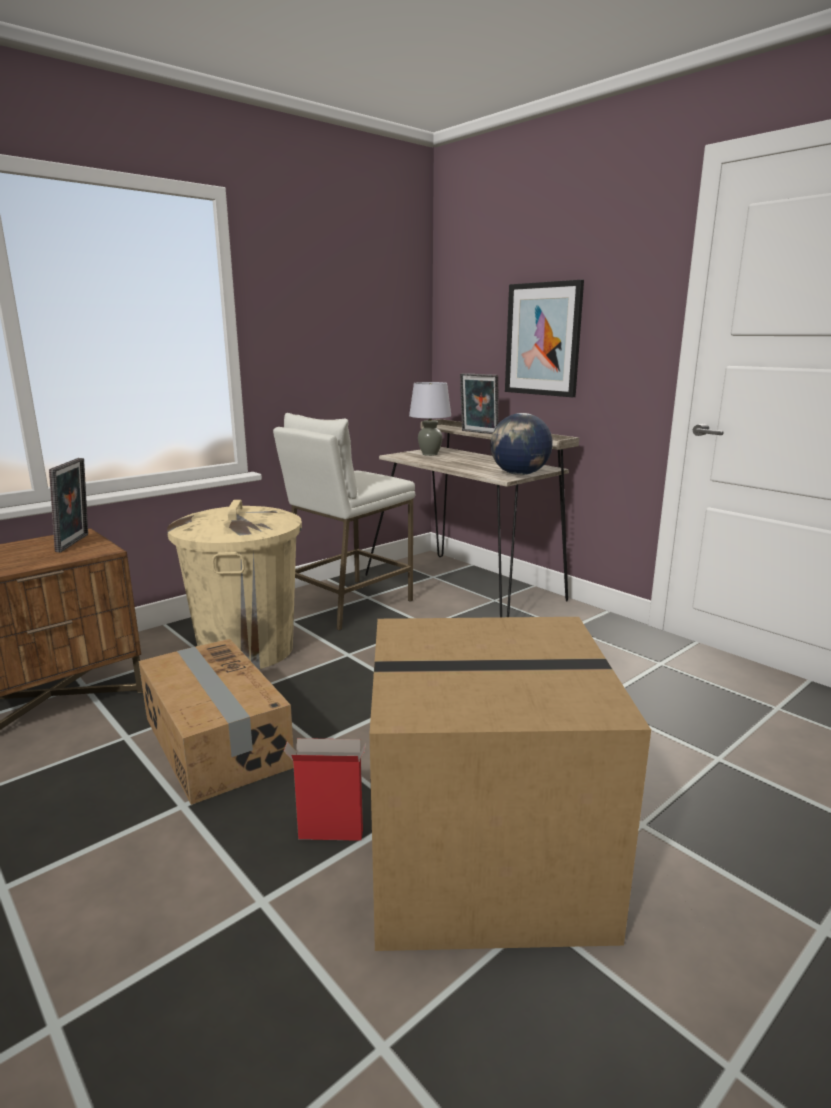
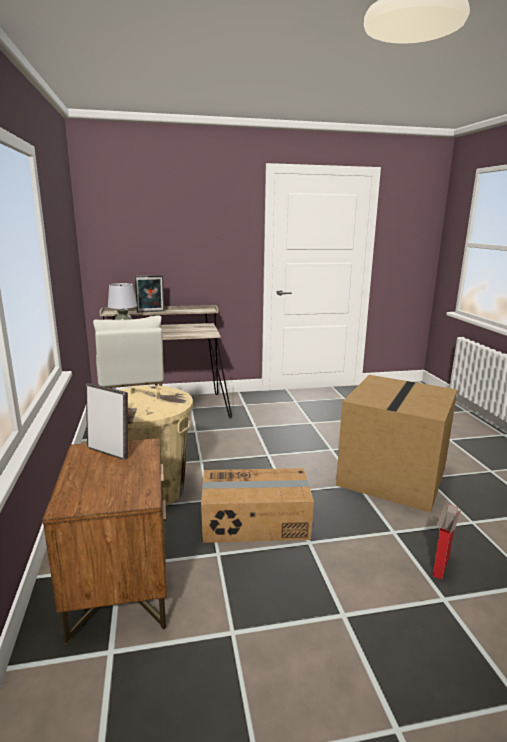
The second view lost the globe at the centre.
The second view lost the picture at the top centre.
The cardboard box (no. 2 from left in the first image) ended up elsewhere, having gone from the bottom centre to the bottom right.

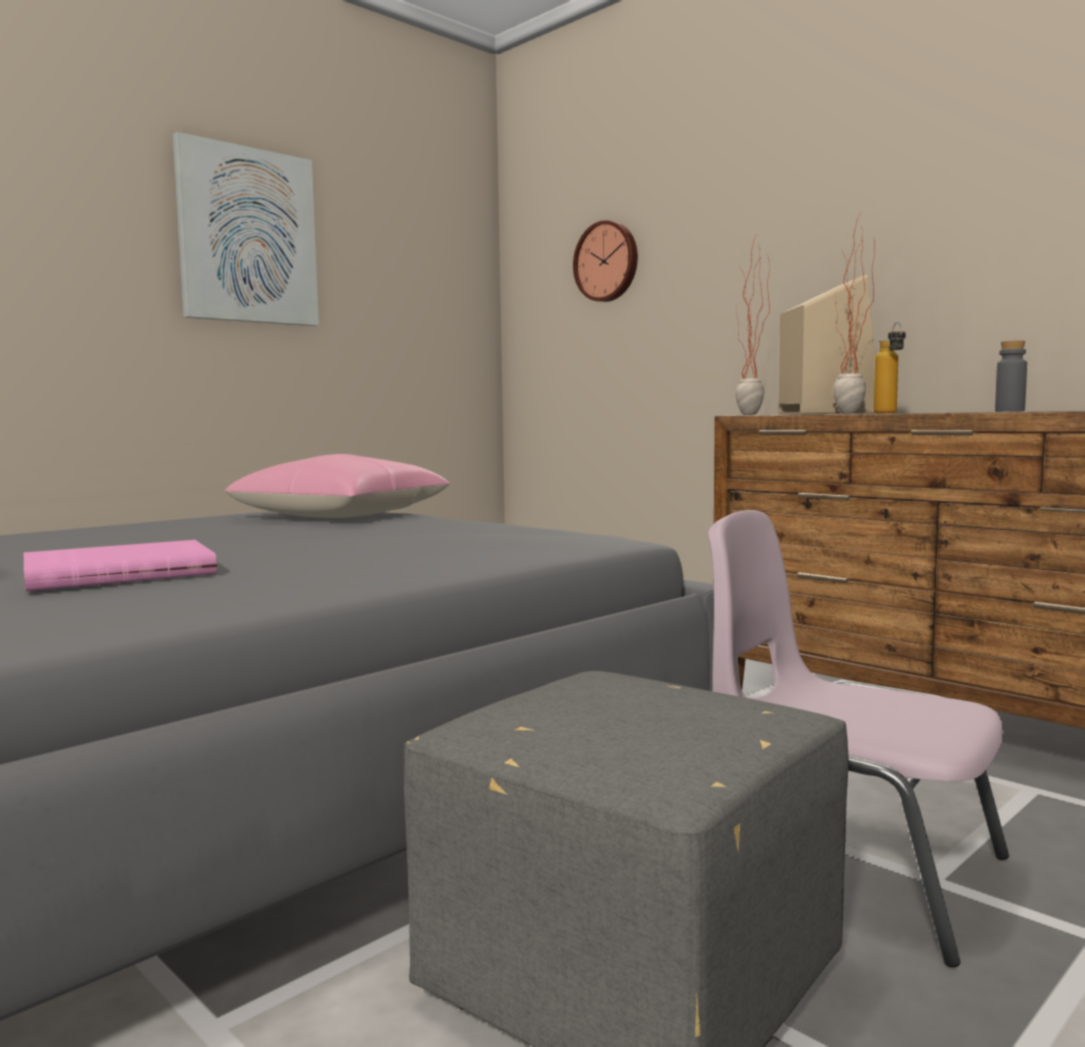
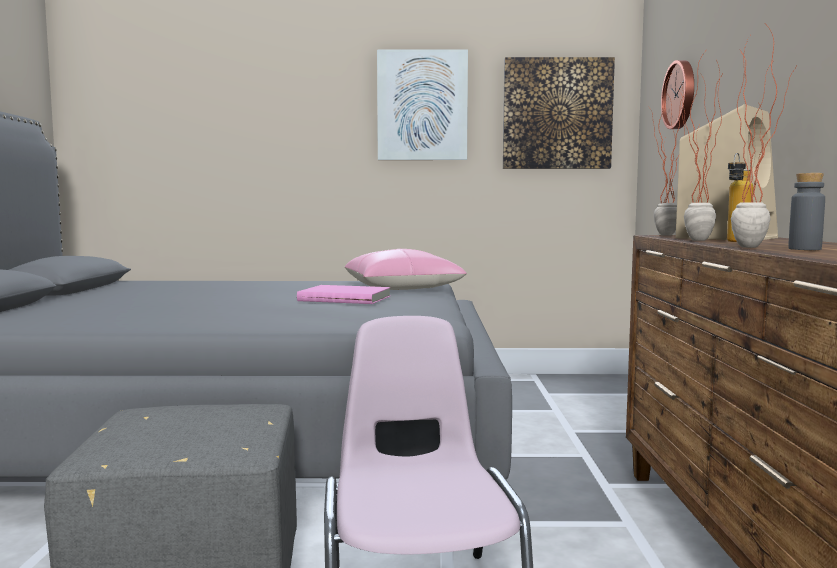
The second view gained the picture (no. 2 from left) at the top right.
The second view gained the potted plant (no. 3 from left) at the top right.
The book (pink) ended up elsewhere, having gone from the middle left to the centre.

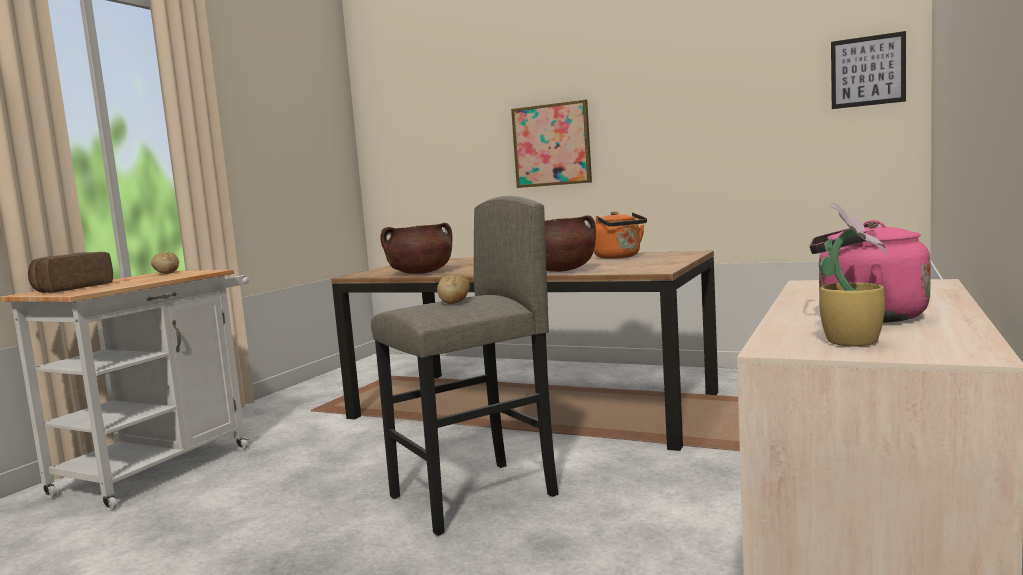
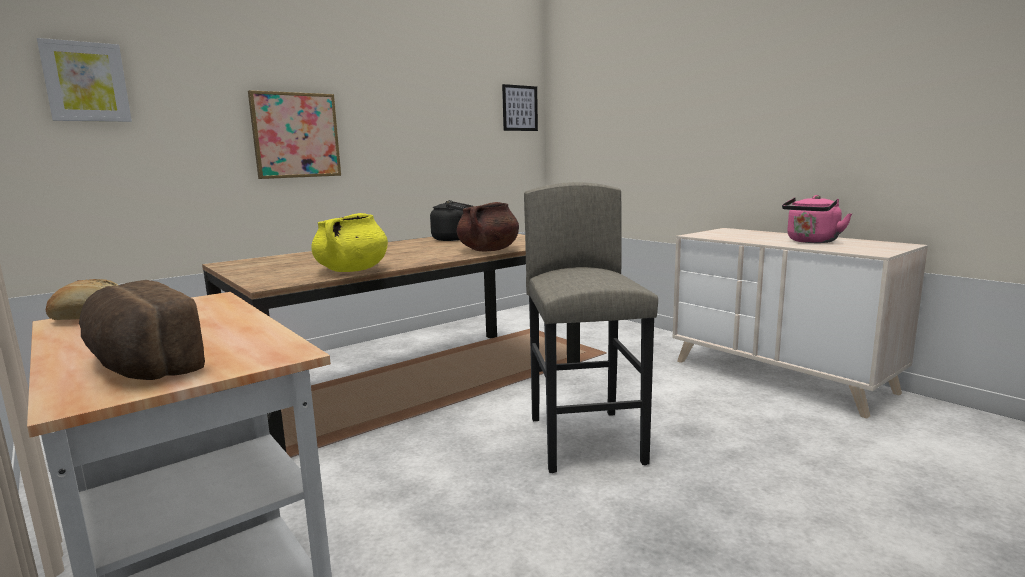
The second view lost the bread (no. 3 from left) at the centre.
The second view lost the potted plant at the middle right.
The second view gained the picture (no. 1 from left) at the top left.
What was the cooking pot (brown) (no. 1 from left) at the centre turned into the cooking pot (yellow) at the centre.
What was the kettle (orange) at the centre turned into the kettle (black) at the centre.

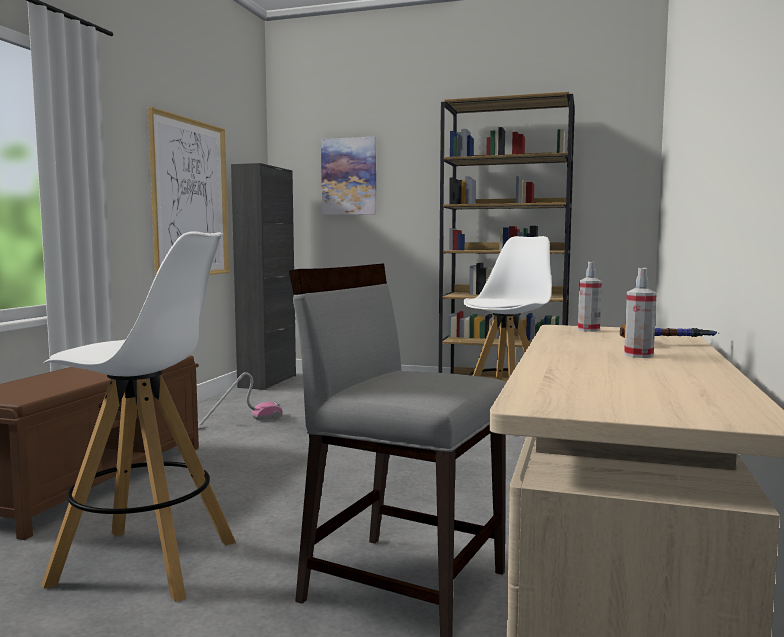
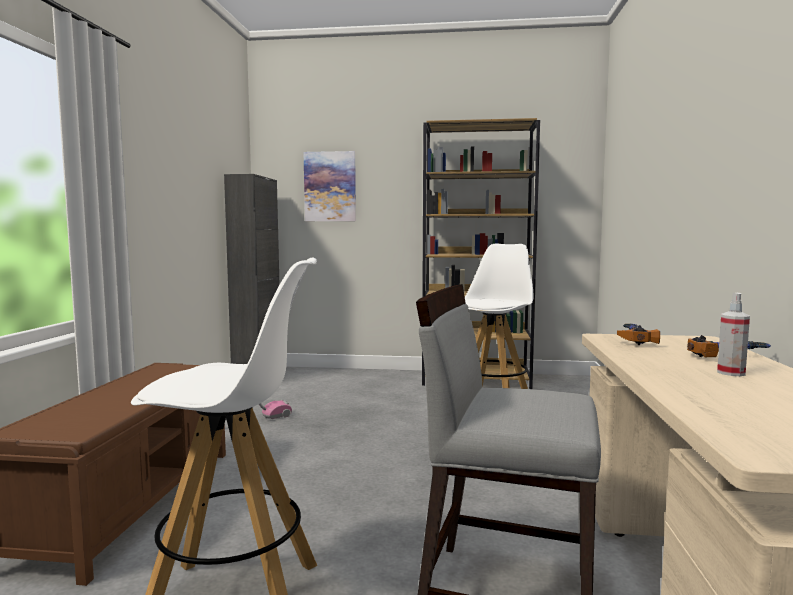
The second view lost the picture (no. 1 from left) at the top left.
Where the spray bottle (no. 1 from left) stood at the middle right, the hammer (no. 1 from left) came to stand at the middle right.

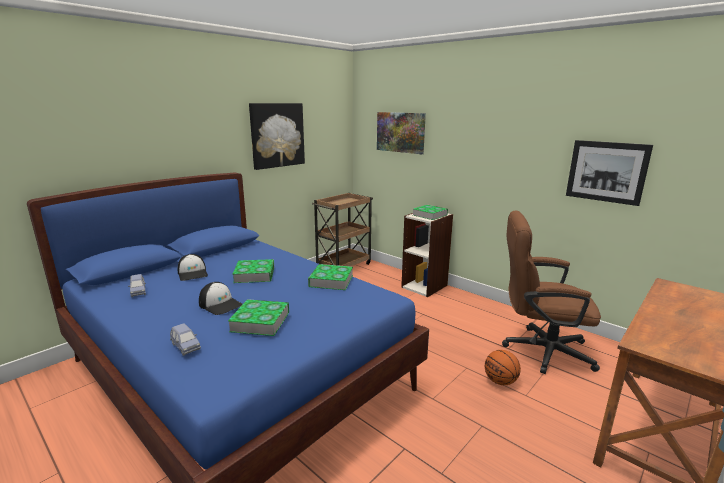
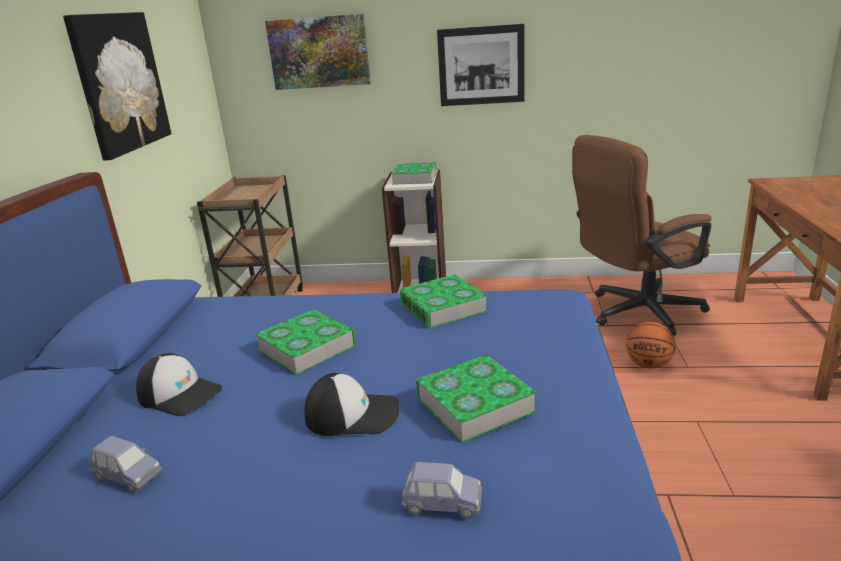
The picture (no. 3 from left) ended up elsewhere, having gone from the middle right to the top centre.

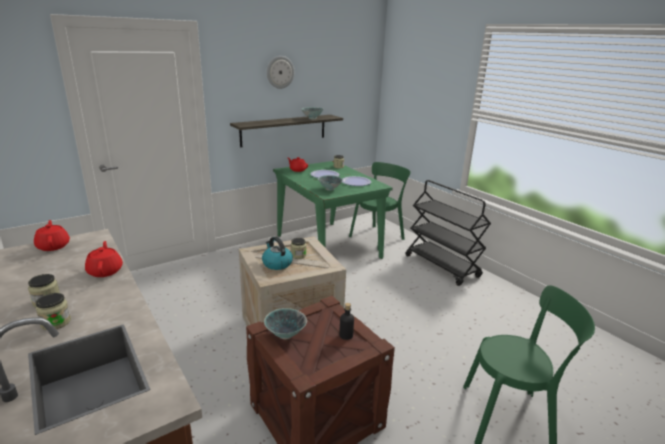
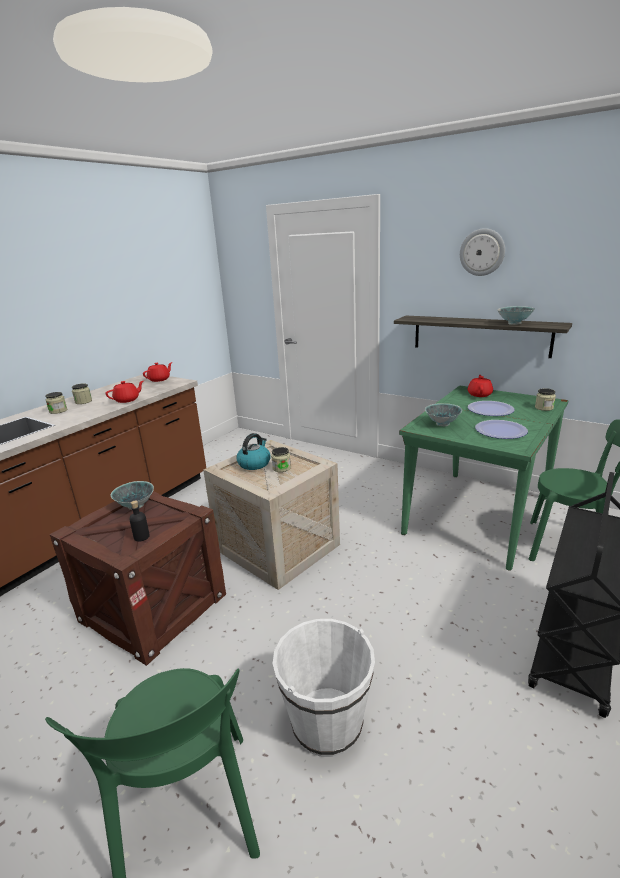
The second view gained the bucket (white) at the bottom centre.

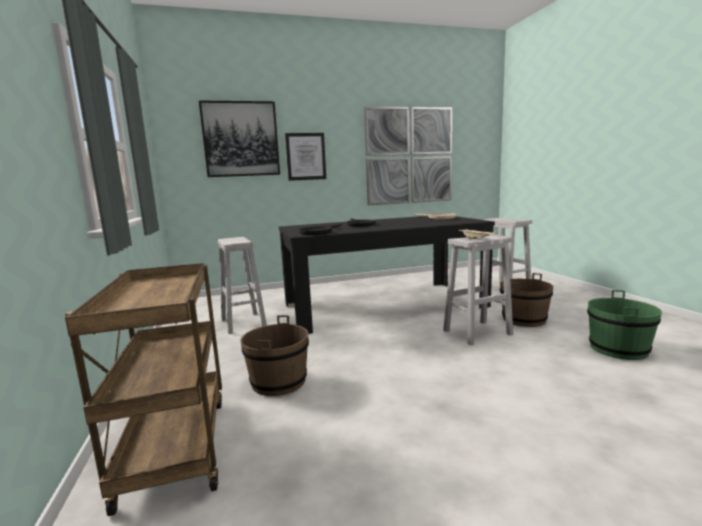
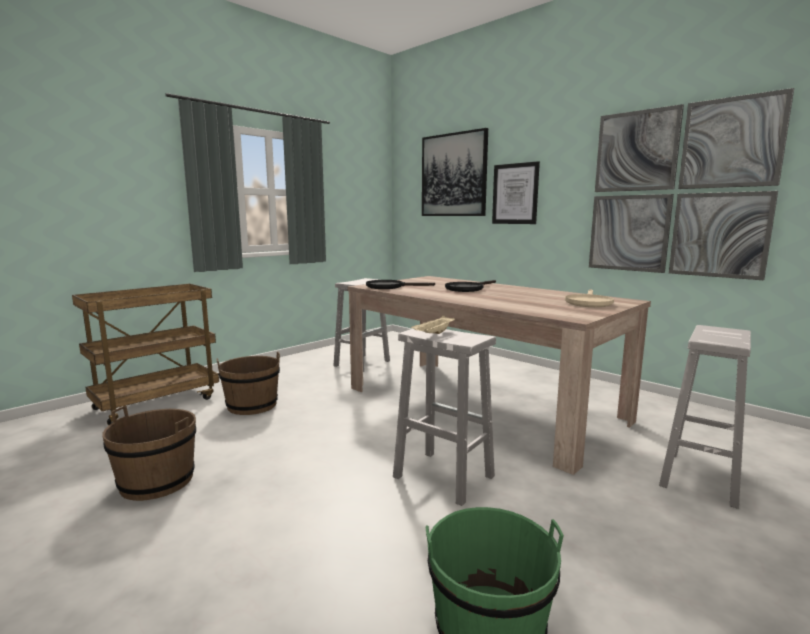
The bucket (brown) (no. 2 from left in the first image) ended up elsewhere, having gone from the middle right to the bottom left.
What was the dining table (black) at the centre turned into the dining table (beige) at the centre.

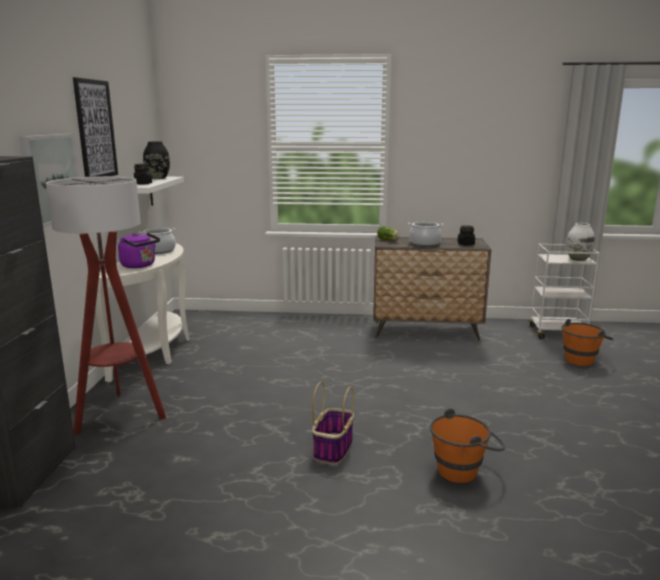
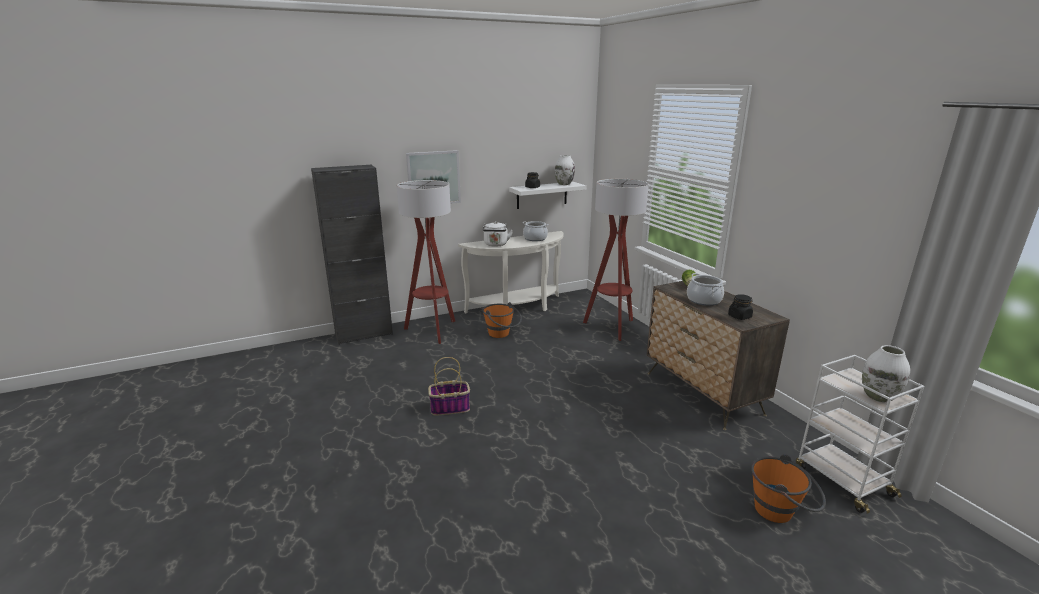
The second view lost the picture (no. 2 from left) at the top left.
The second view gained the floor lamp (no. 2 from left) at the centre.
The bucket (orange) (no. 1 from left) ended up elsewhere, having gone from the bottom right to the centre.
What was the kettle (purple) at the middle left turned into the kettle (white) at the centre.
What was the vase (black) at the top left turned into the vase (white) (no. 1 from left) at the top centre.

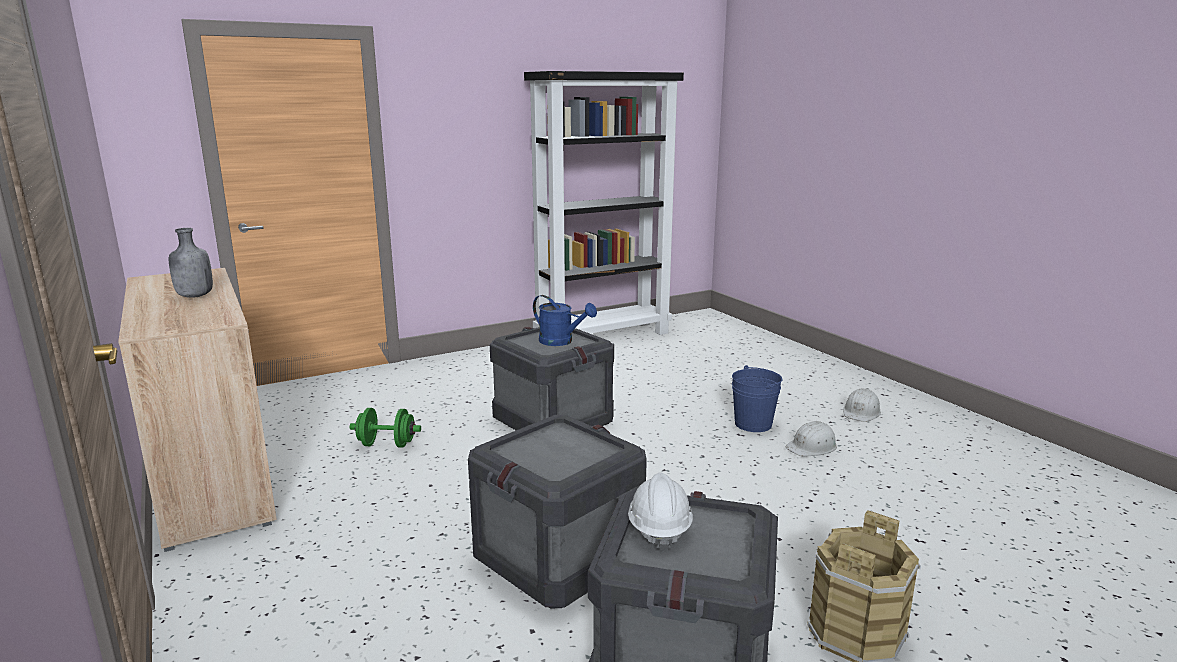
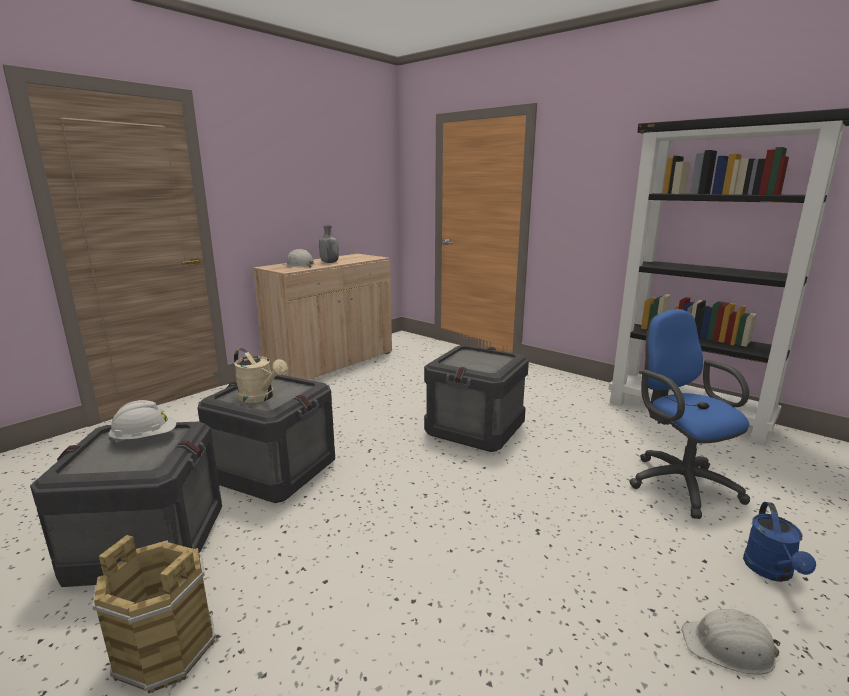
The second view lost the dumbbell (green) at the middle left.
The second view lost the bucket (blue) at the centre.
The second view gained the watering can (beige) at the middle left.
The second view gained the office chair (blue) at the middle right.
The watering can (blue) ended up elsewhere, having gone from the centre to the bottom right.
The hard hat (white) (no. 2 from left) ended up elsewhere, having gone from the middle right to the centre.

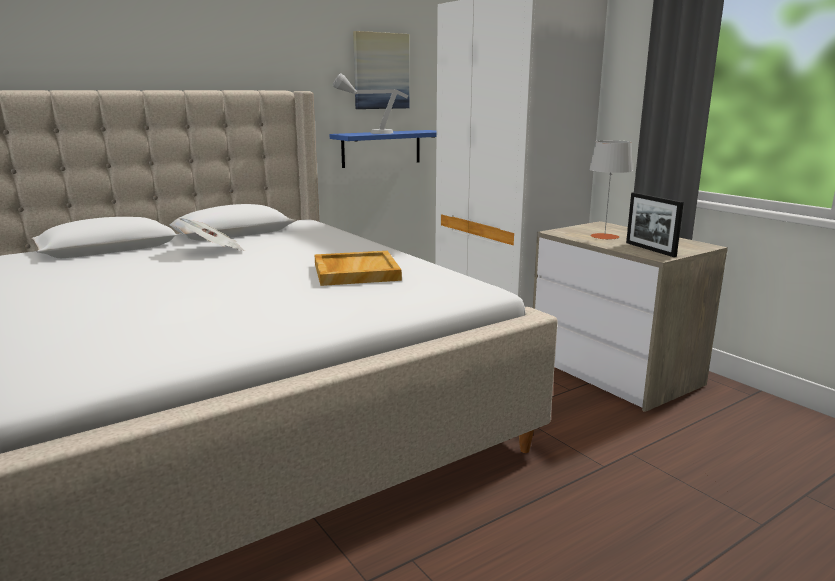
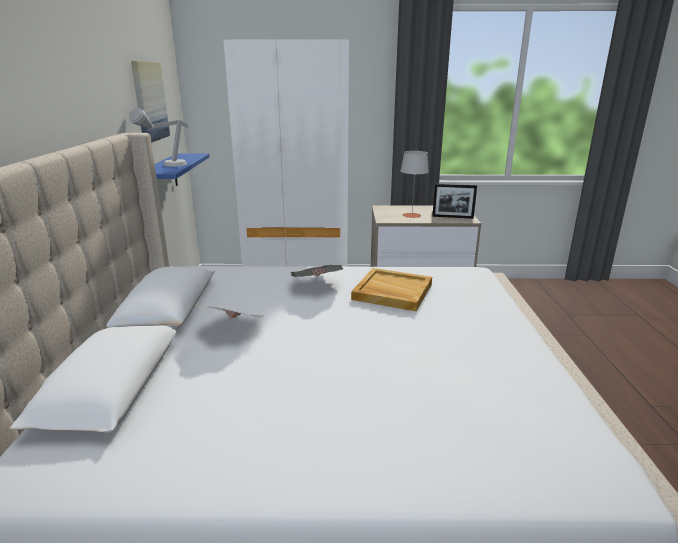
The second view gained the newspaper (no. 2 from left) at the centre.

